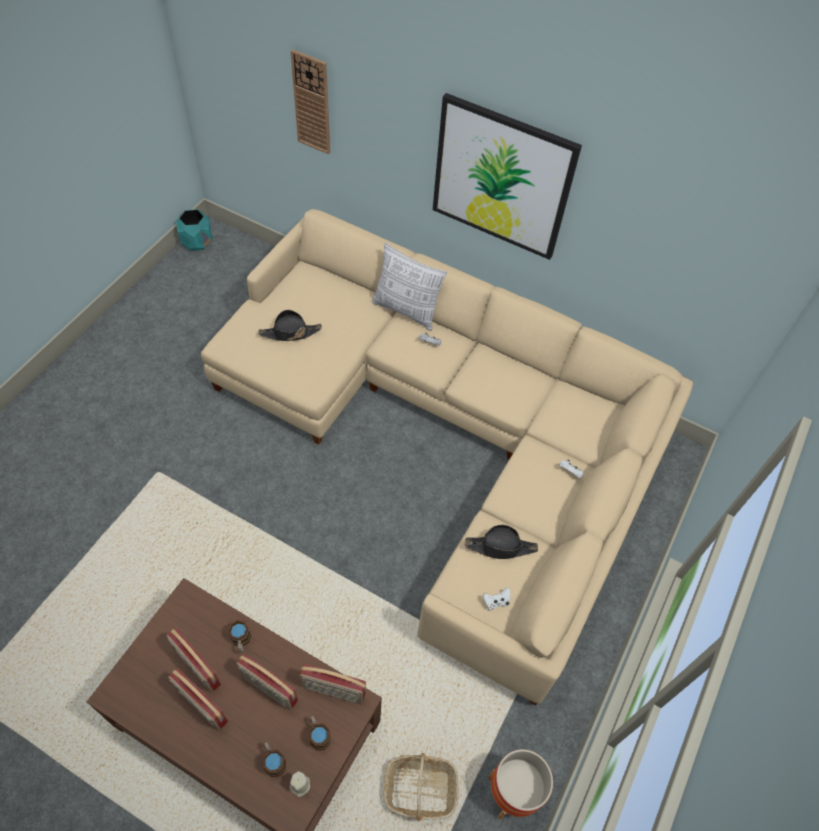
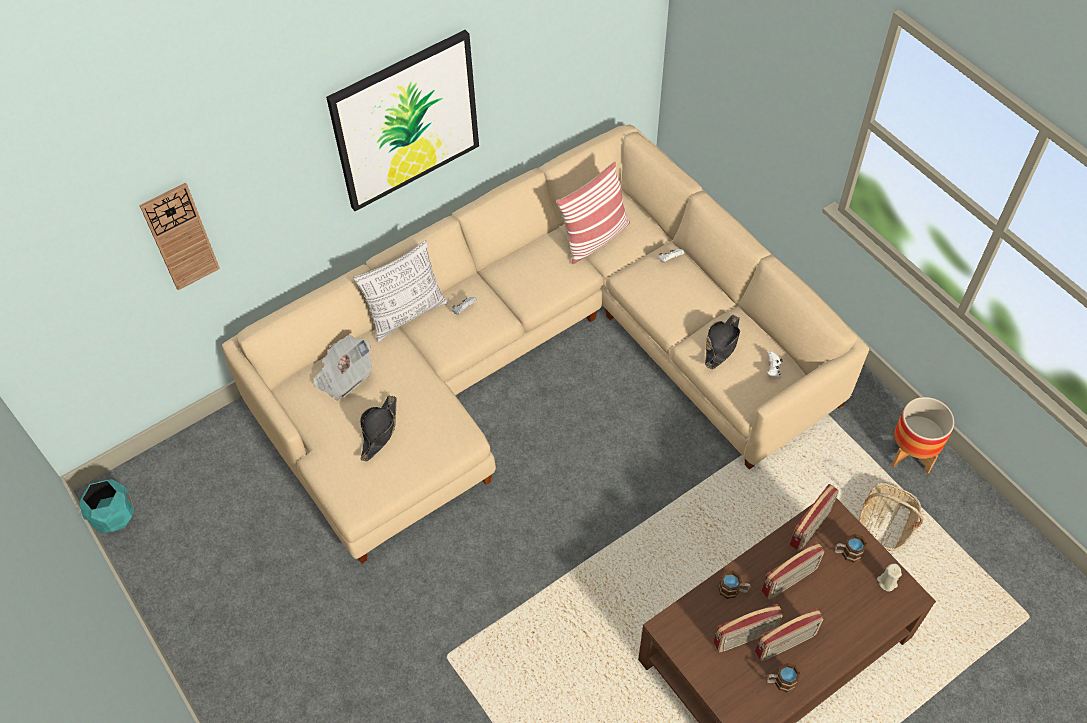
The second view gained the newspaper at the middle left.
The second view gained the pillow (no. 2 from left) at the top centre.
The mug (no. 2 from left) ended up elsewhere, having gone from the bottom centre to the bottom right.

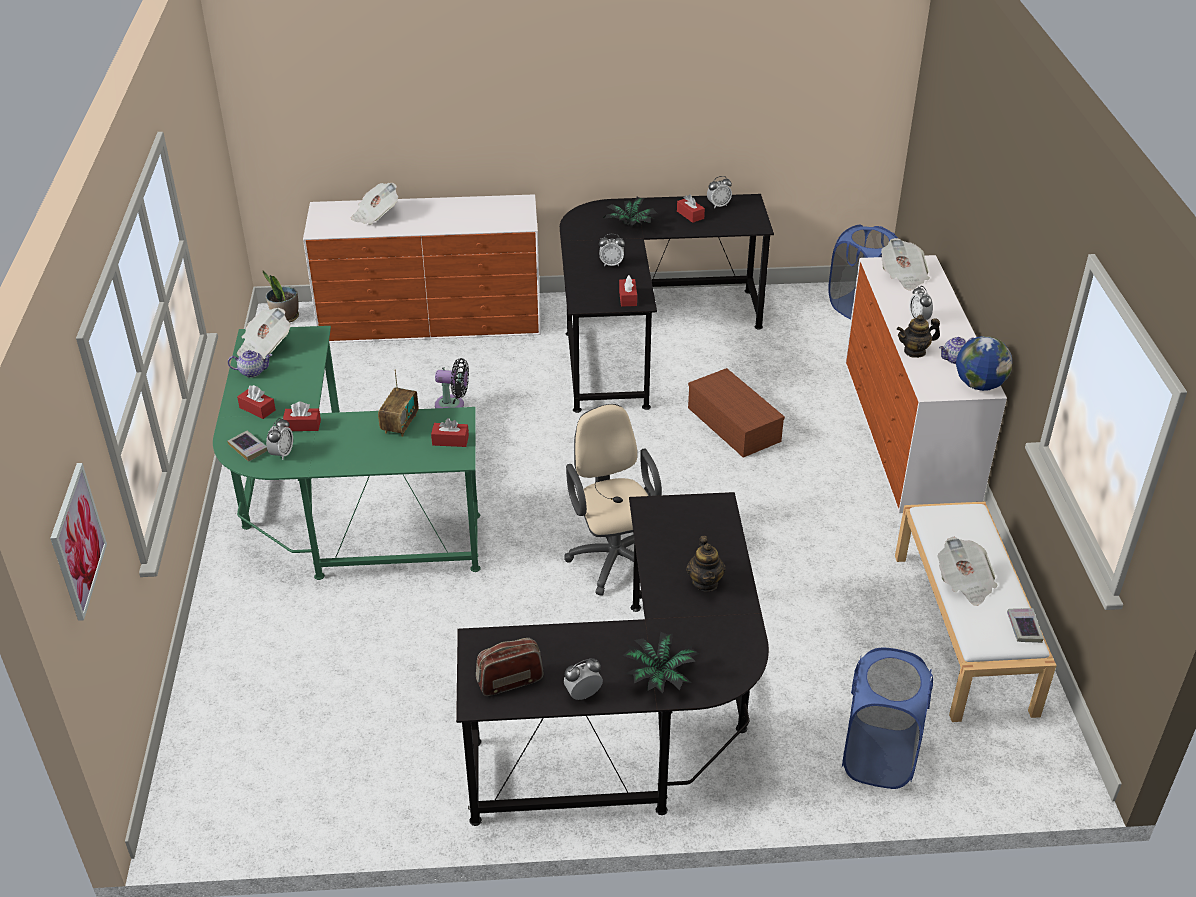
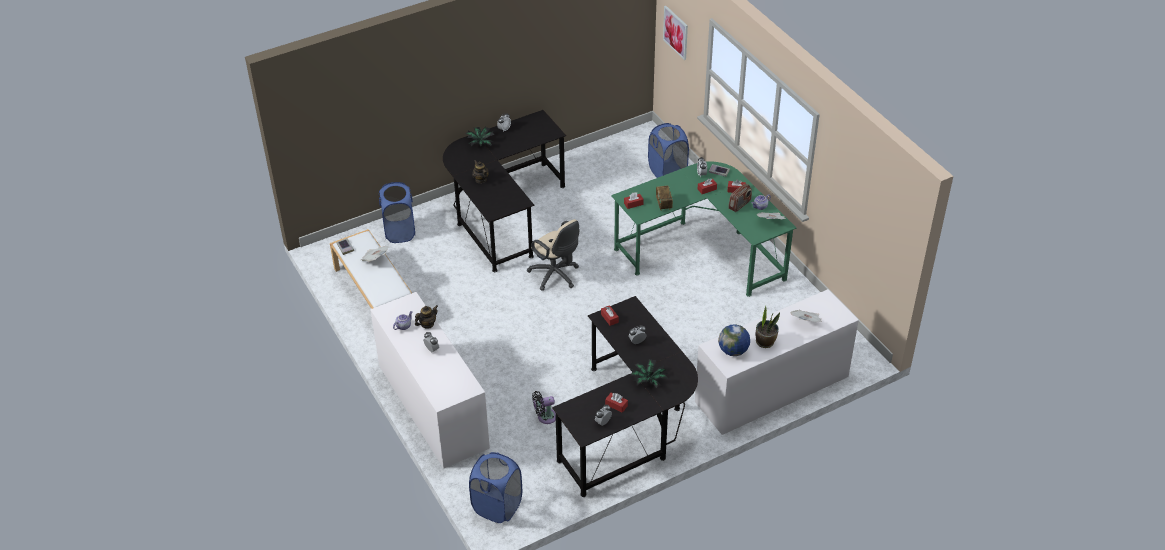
The second view lost the storage box (brown) at the centre.
The second view lost the newspaper (no. 3 from left) at the top right.
The second view gained the laundry basket (blue) (no. 3 from left) at the top centre.
The potted plant (no. 1 from left in the first image) ended up elsewhere, having gone from the top left to the centre.
The fan (black) ended up elsewhere, having gone from the centre to the bottom centre.
The radio (no. 2 from left) ended up elsewhere, having gone from the bottom centre to the centre.
The globe ended up elsewhere, having gone from the middle right to the centre.

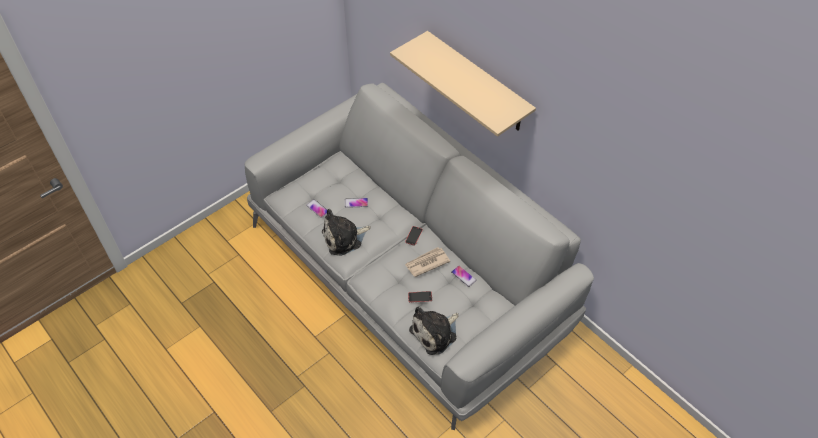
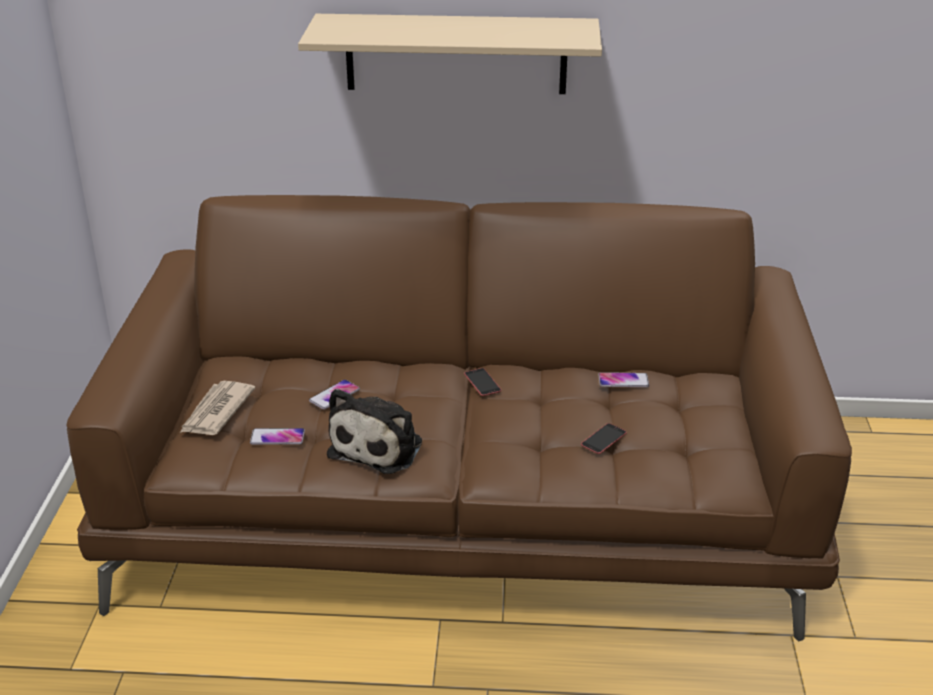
The second view lost the plush toy (no. 2 from left) at the bottom centre.
The newspaper ended up elsewhere, having gone from the centre to the middle left.
What was the sofa (grey) at the centre turned into the sofa (brown) at the centre.

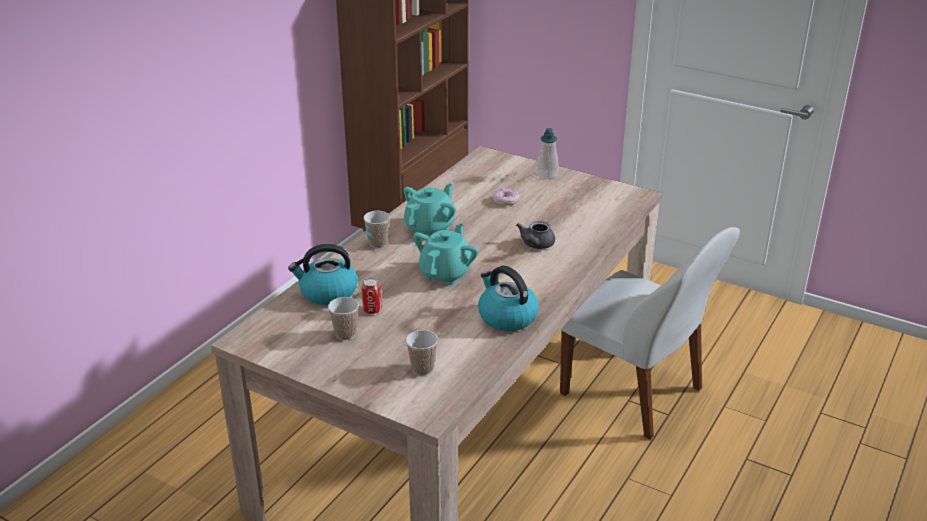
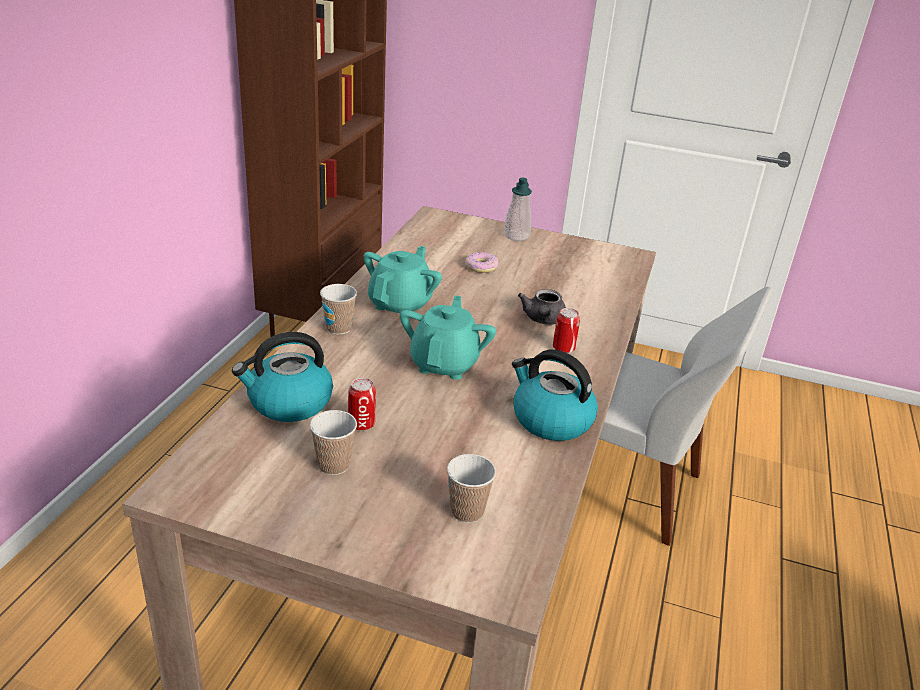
The second view gained the can (no. 2 from left) at the centre.

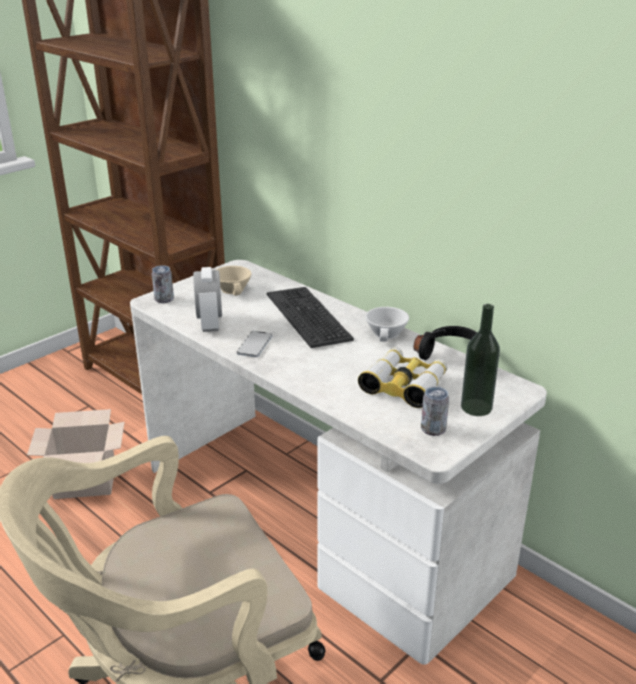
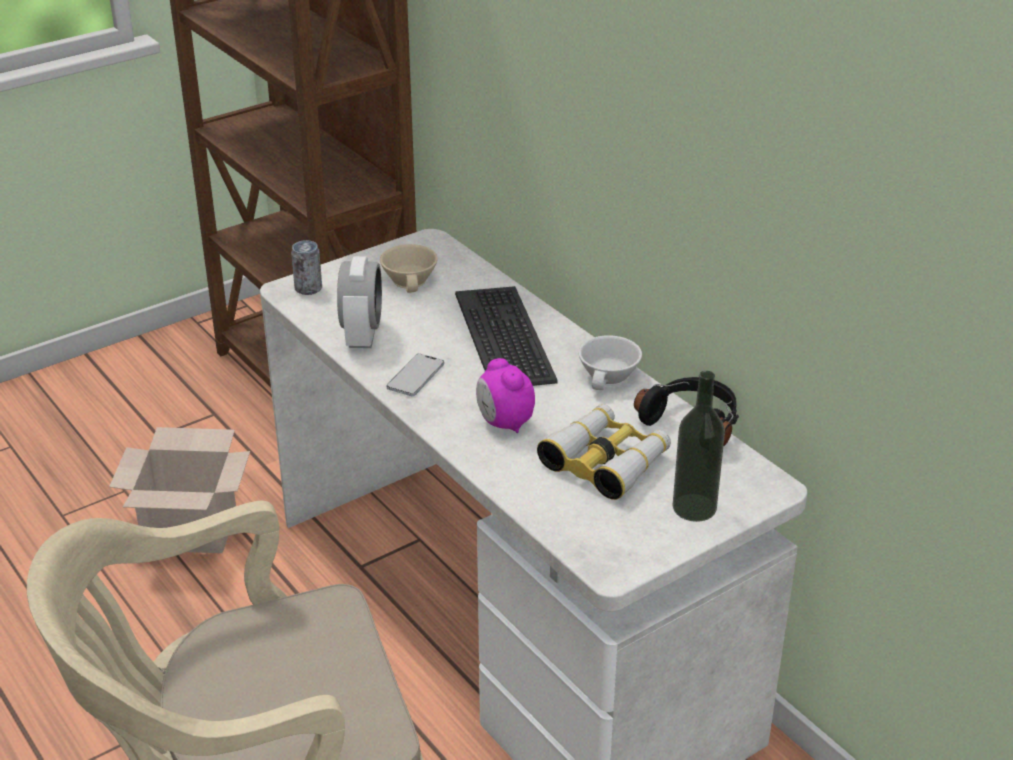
The second view lost the can (no. 2 from left) at the middle right.
The second view gained the alarm clock (no. 2 from left) at the centre.

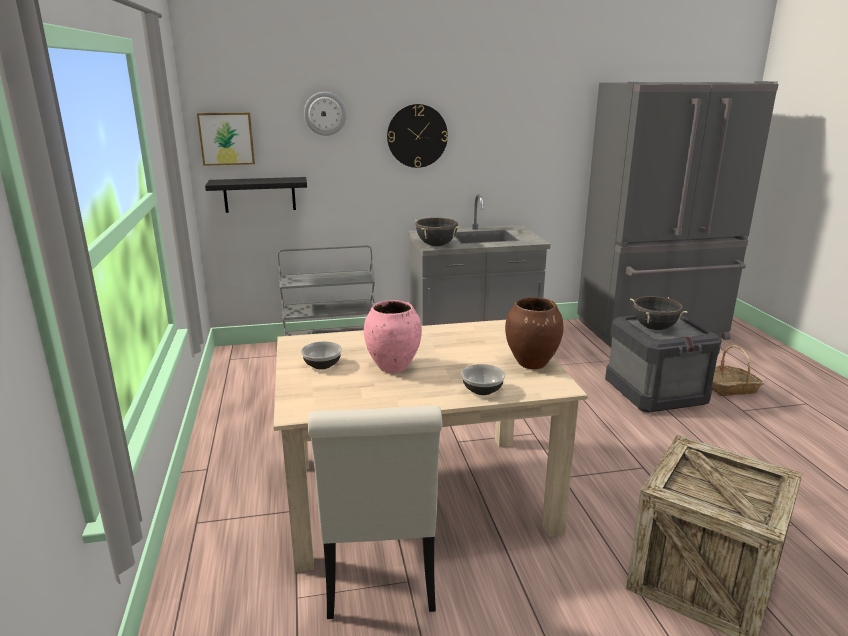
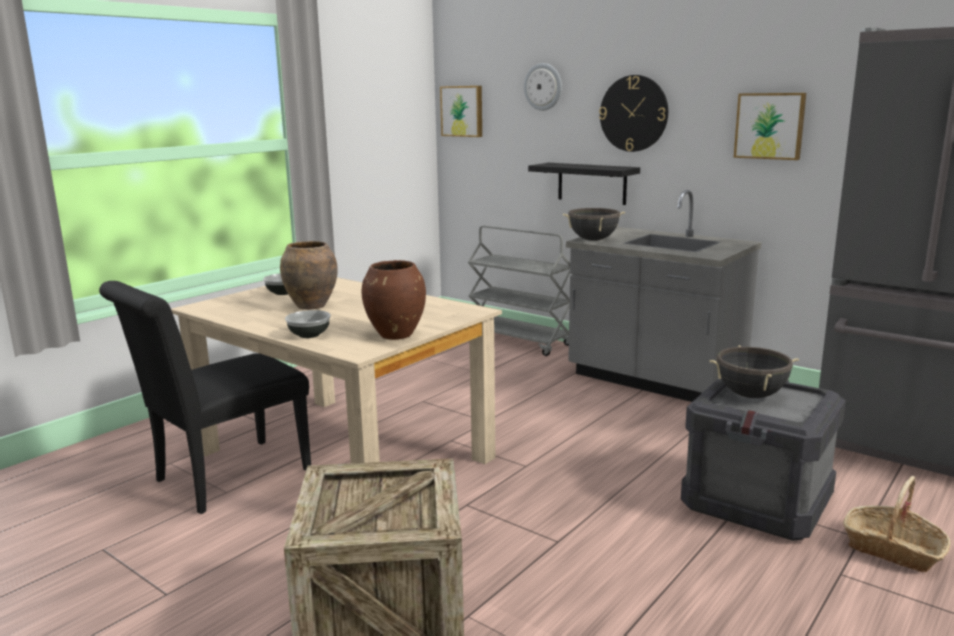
The second view gained the picture (no. 2 from left) at the top right.
The shelf (black) ended up elsewhere, having gone from the top left to the top centre.
What was the chair (white) at the bottom centre turned into the chair (black) at the middle left.
What was the vase (pink) at the centre turned into the vase (brown) (no. 1 from left) at the middle left.

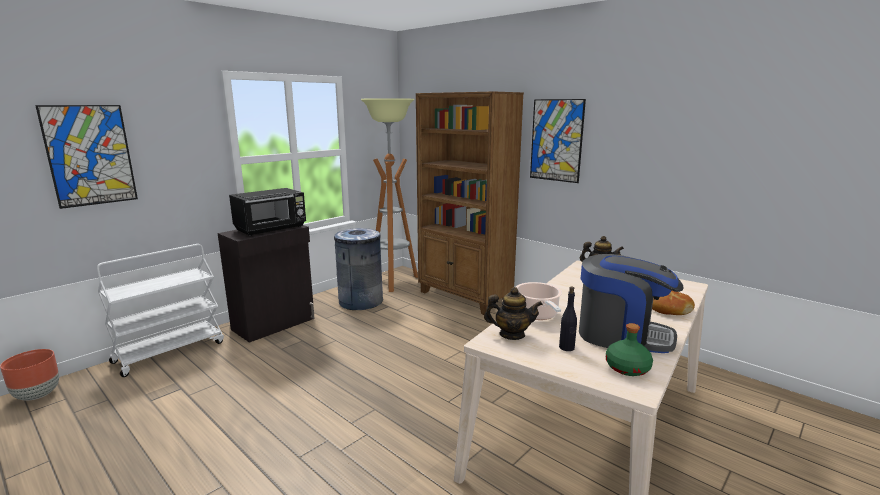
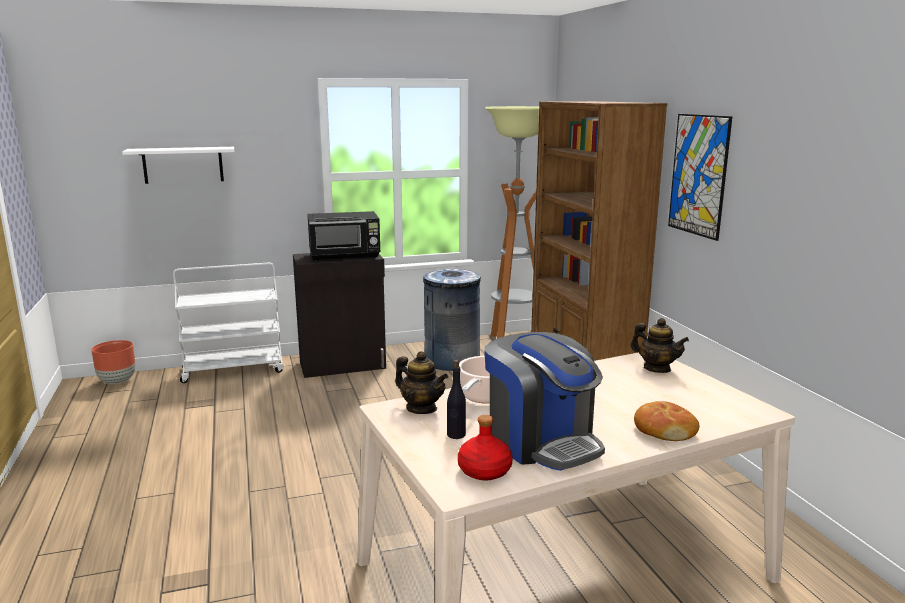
Where the picture (no. 1 from left) hung at the top left, the shelf (white) came to hang at the top left.
What was the bottle (green) at the bottom right turned into the bottle (red) at the bottom centre.

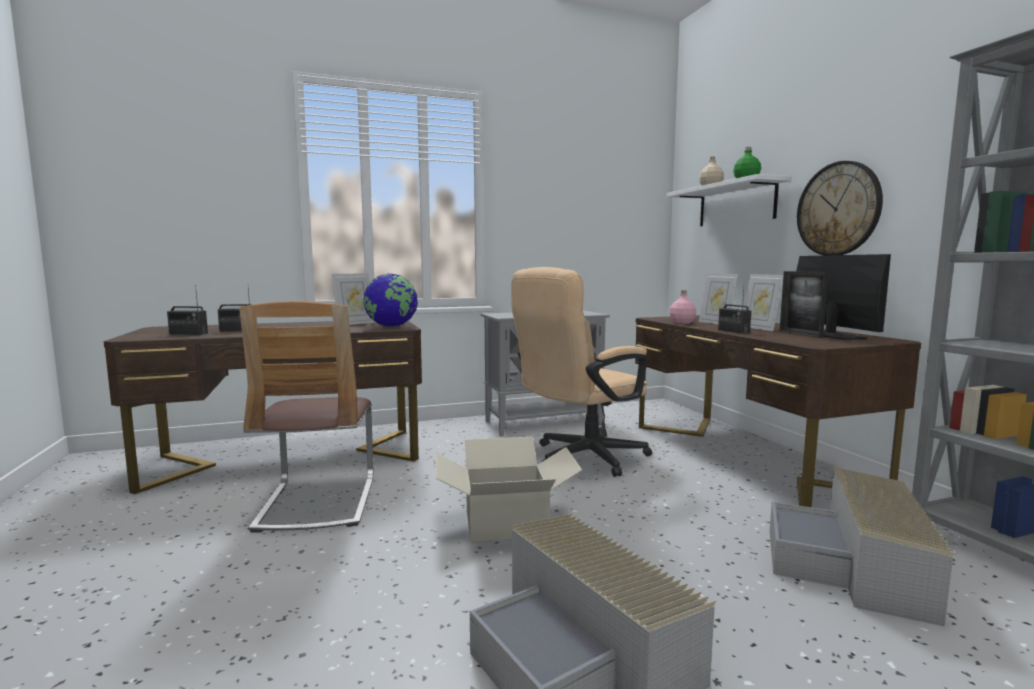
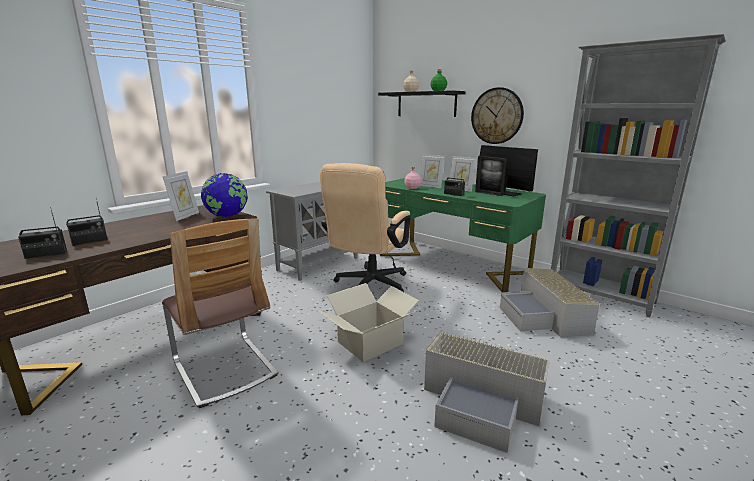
What was the desk (brown) (no. 2 from left) at the middle right turned into the desk (green) at the centre.
What was the shelf (white) at the top right turned into the shelf (black) at the top centre.

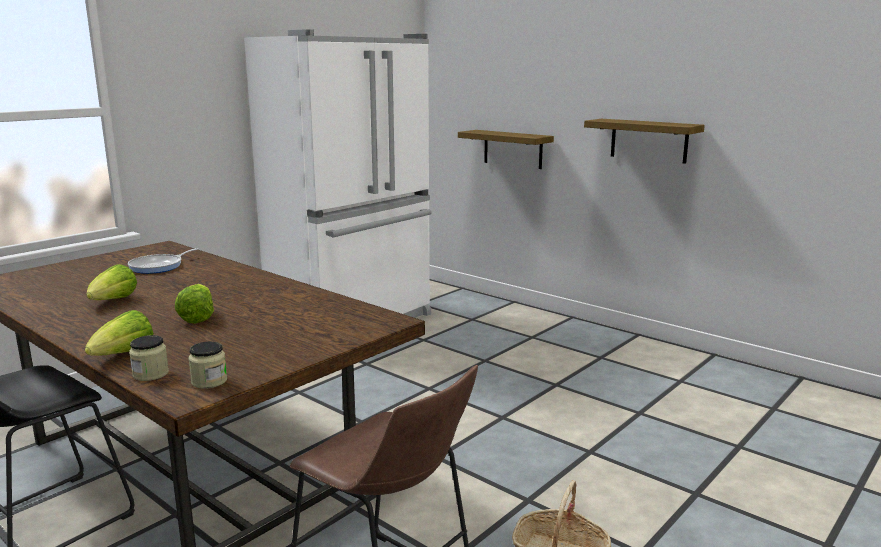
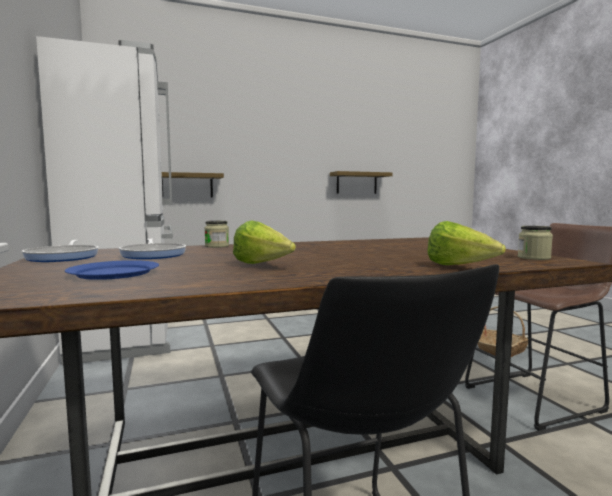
The second view lost the lettuce (no. 3 from left) at the middle left.
The second view gained the frying pan (no. 1 from left) at the middle left.
The second view gained the plate (blue) at the middle left.
The jar (no. 1 from left) ended up elsewhere, having gone from the middle left to the centre.
The shelf (no. 2 from left) ended up elsewhere, having gone from the top right to the centre.

